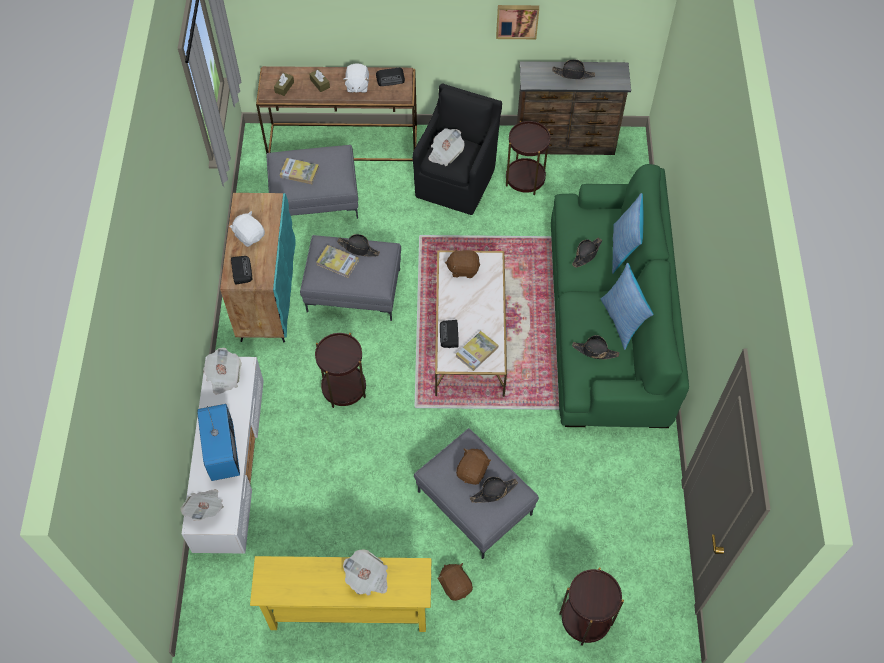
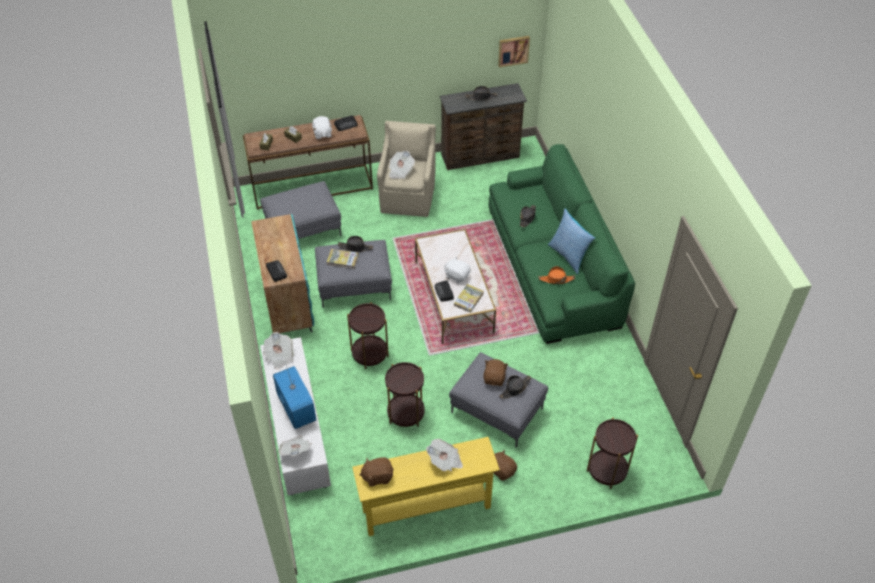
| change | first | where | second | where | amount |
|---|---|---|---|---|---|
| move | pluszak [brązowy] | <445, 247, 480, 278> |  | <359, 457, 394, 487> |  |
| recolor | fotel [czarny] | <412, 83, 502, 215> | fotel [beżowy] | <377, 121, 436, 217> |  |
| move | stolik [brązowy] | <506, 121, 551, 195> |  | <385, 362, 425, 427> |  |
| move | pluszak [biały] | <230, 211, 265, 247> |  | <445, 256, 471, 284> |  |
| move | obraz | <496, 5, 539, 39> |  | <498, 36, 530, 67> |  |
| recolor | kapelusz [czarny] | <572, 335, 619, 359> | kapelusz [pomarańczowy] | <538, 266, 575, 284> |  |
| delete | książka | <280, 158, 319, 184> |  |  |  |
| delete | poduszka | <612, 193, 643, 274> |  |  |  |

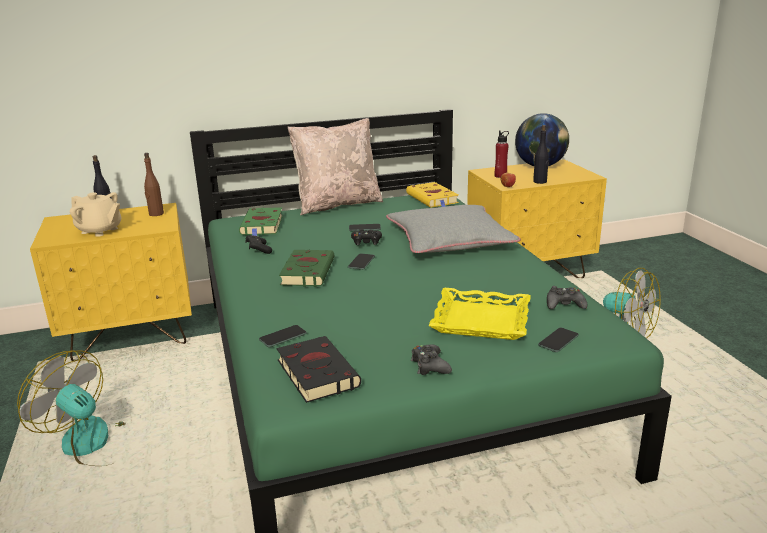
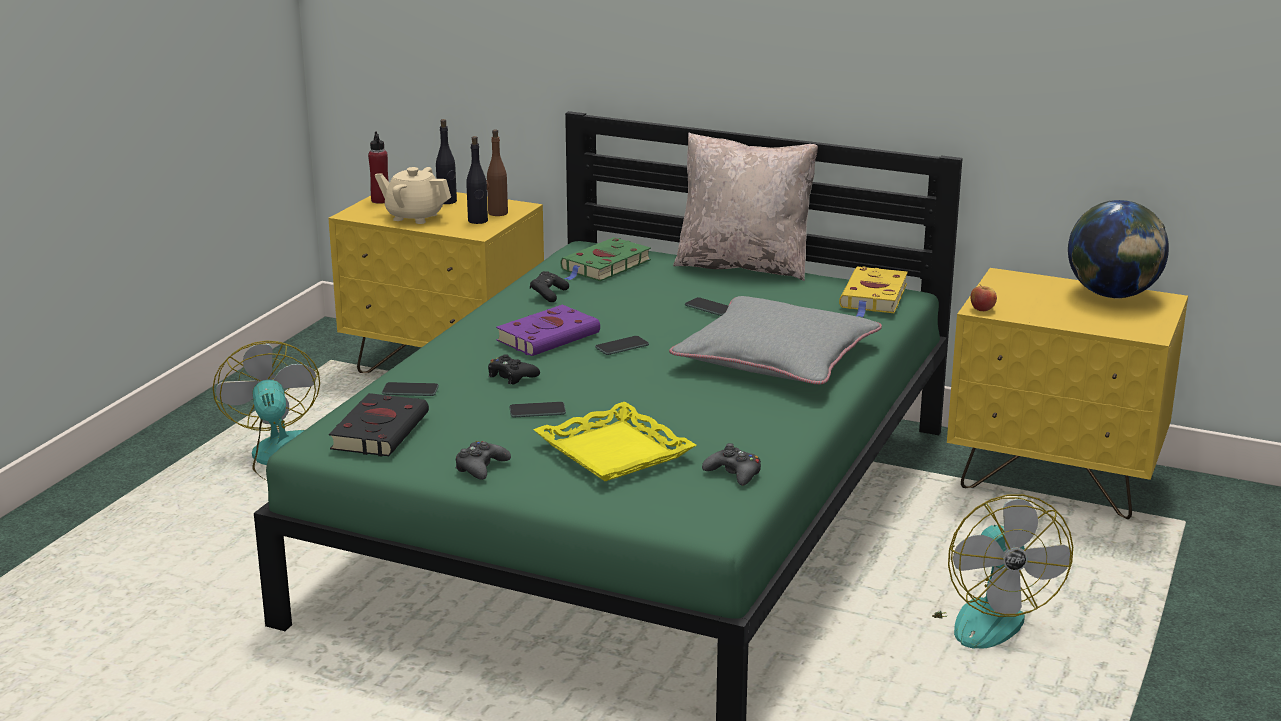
| change | first | where | second | where | amount |
|---|---|---|---|---|---|
| move | butelka [czerwony] | <495, 130, 509, 178> |  | <368, 131, 389, 204> |  |
| rotate | imbryk [beżowy] | <70, 192, 121, 237> |  | <375, 167, 451, 224> | 135 degrees clockwise |
| move | butelka [czarny] | <533, 125, 549, 184> |  | <466, 136, 488, 224> |  |
| move | pad do gier [czarny] | <351, 229, 382, 245> |  | <488, 354, 540, 385> |  |
| recolor | książka [zielony] | <279, 250, 334, 287> | książka [fioletowy] | <496, 305, 600, 356> |  |
| move | telefon | <538, 328, 579, 352> |  | <510, 402, 566, 417> |  |

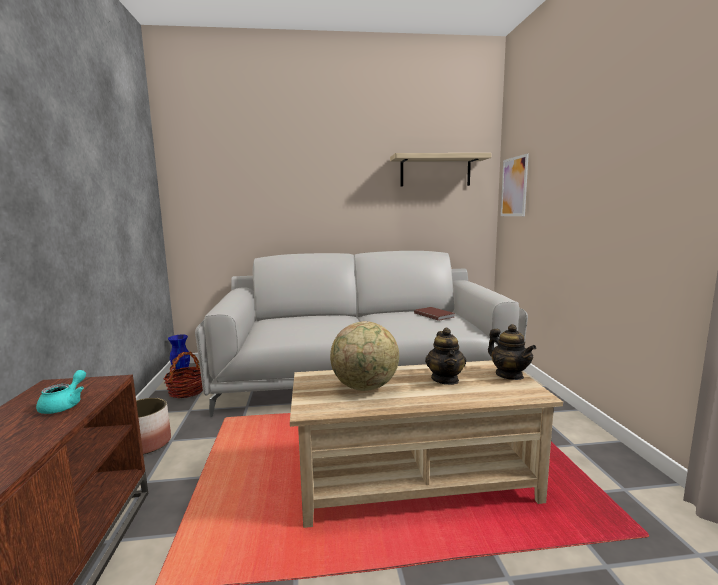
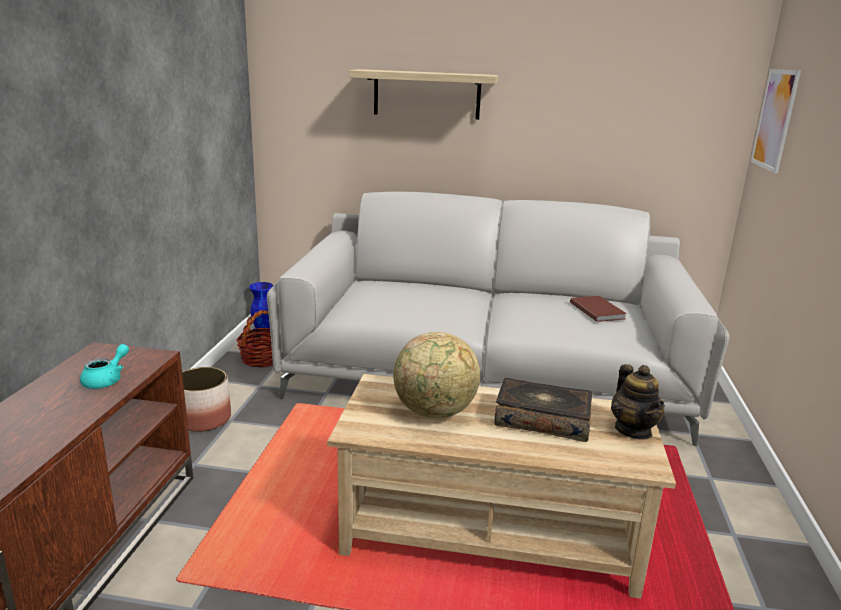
| change | first | where | second | where | amount |
|---|---|---|---|---|---|
| move | półka | <390, 153, 492, 186> |  | <349, 69, 498, 120> |  |
| replace | imbryk | <425, 328, 466, 385> | książka | <495, 378, 592, 442> |  |

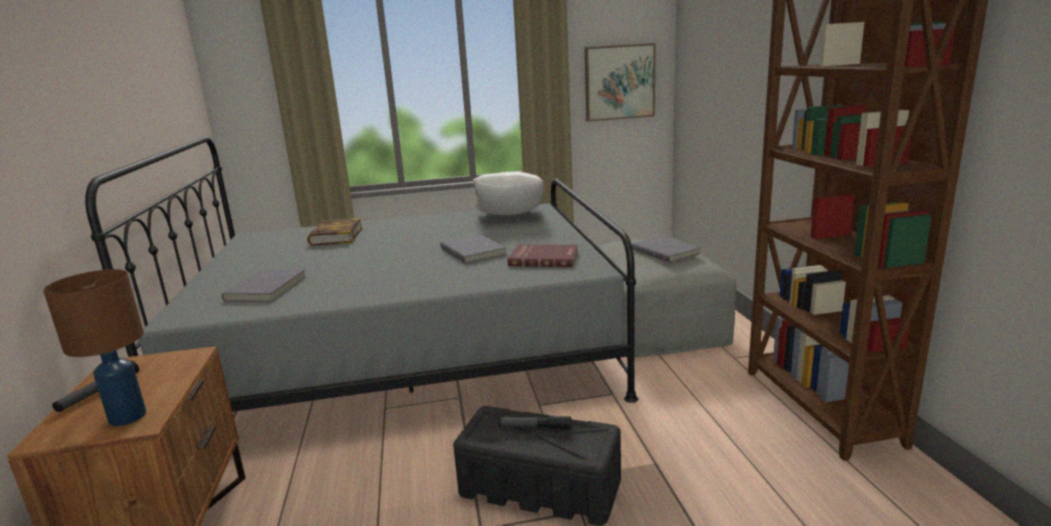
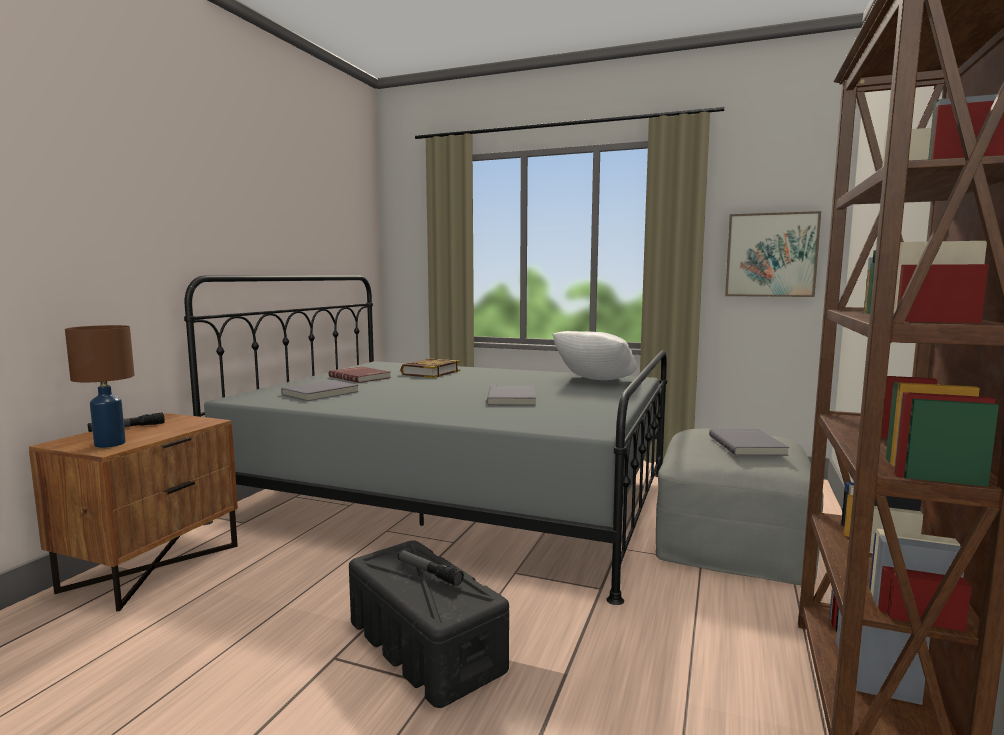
| change | first | where | second | where | amount |
|---|---|---|---|---|---|
| move | książka [czerwony] | <507, 244, 578, 267> |  | <329, 367, 391, 383> |  |

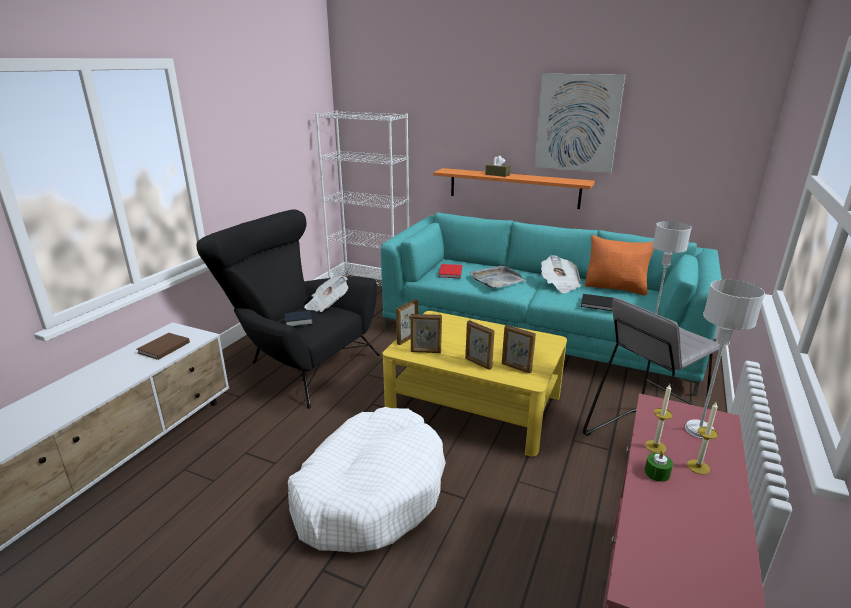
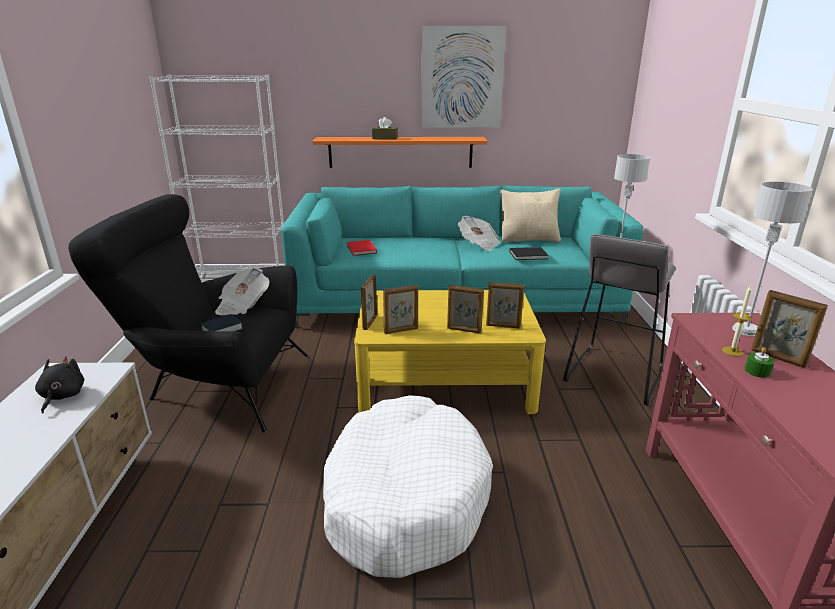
| change | first | where | second | where | amount |
|---|---|---|---|---|---|
| replace | książka [brązowy] | <137, 333, 190, 360> | pluszak [czarny] | <35, 356, 84, 414> |  |
| recolor | poduszka [pomarańczowy] | <585, 235, 654, 296> | poduszka [beżowy] | <500, 188, 561, 242> |  |
| replace | świeca | <687, 401, 718, 475> | ramka na zdjęcie | <751, 290, 828, 368> |  |
| delete | taca [szary] | <469, 266, 526, 288> |  |  |  |

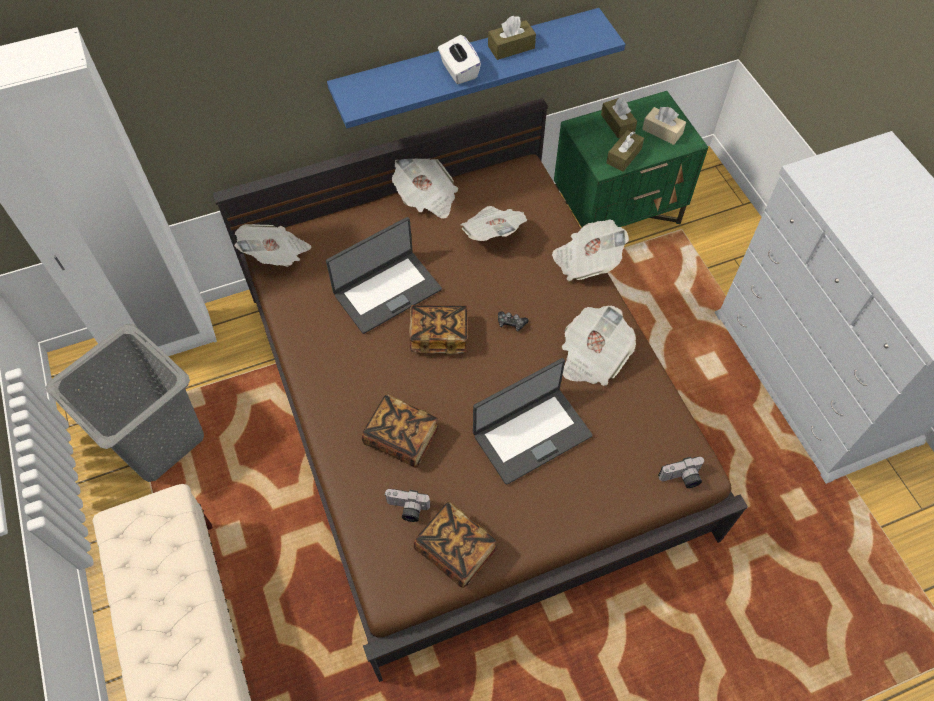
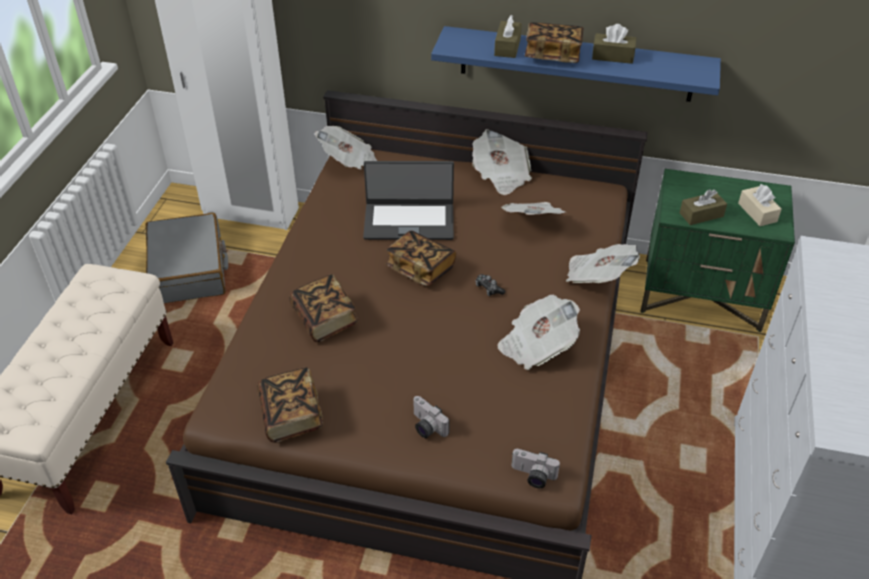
| change | first | where | second | where | amount |
|---|---|---|---|---|---|
| replace | kosz na pranie [szary] | <46, 324, 204, 482> | walizka [szary] | <146, 213, 228, 303> |  |
| move | aparat fotograficzny | <384, 489, 430, 522> |  | <413, 396, 450, 438> |  |
| move | pudełko chusteczek [brązowy] | <601, 98, 637, 138> |  | <494, 15, 522, 58> |  |
| replace | pudełko chusteczek [biały] | <438, 35, 481, 84> | książka | <525, 22, 584, 63> |  |
| delete | laptop | <473, 358, 593, 485> |  |  |  |

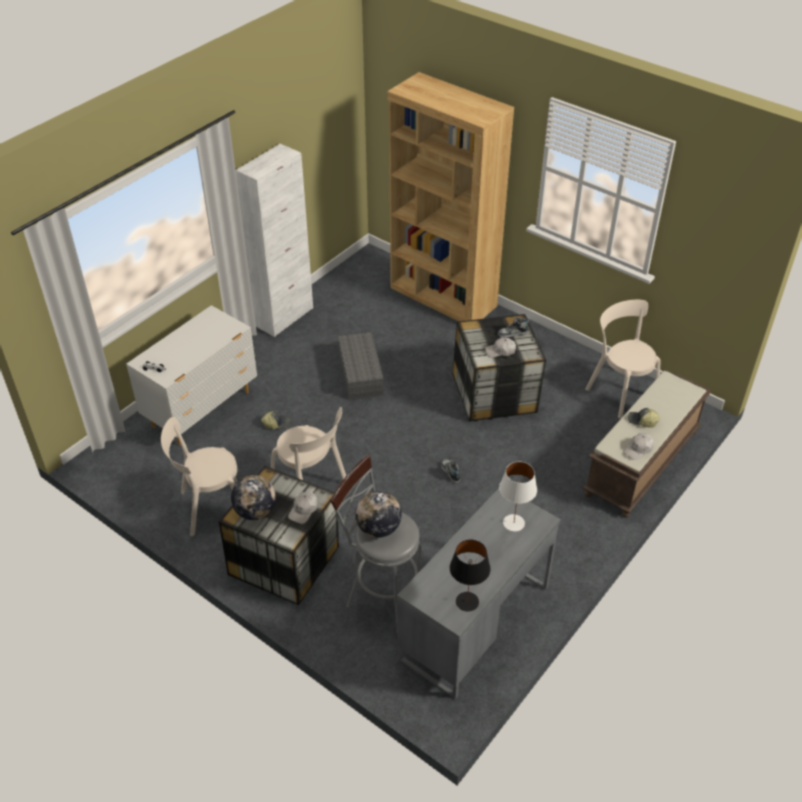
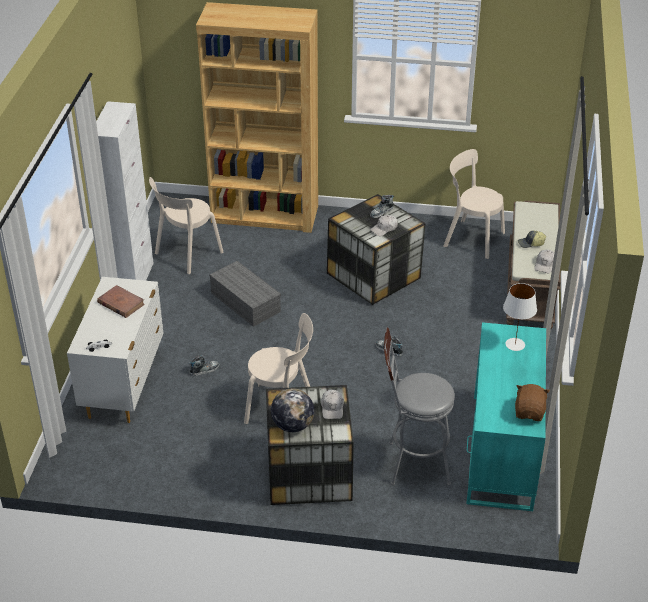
| change | first | where | second | where | amount |
|---|---|---|---|---|---|
| insert |  |  | książka [brązowy] | <97, 285, 145, 318> |  |
| move | krzesło [beżowy] | <161, 417, 237, 536> |  | <149, 177, 224, 274> |  |
| replace | czapka z daszkiem | <261, 411, 290, 429> | but | <189, 355, 219, 376> |  |
| recolor | biurko [szary] | <397, 488, 561, 699> | biurko [turkusowy] | <466, 322, 546, 511> |  |
| replace | lampa stołowa [czarny] | <450, 540, 490, 612> | pluszak [brązowy] | <515, 384, 550, 421> |  |
| delete | globus | <355, 491, 402, 538> |  |  |  |

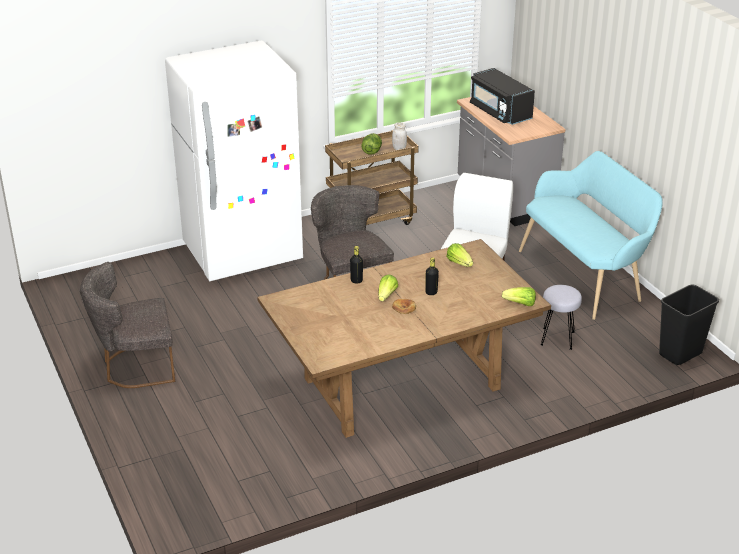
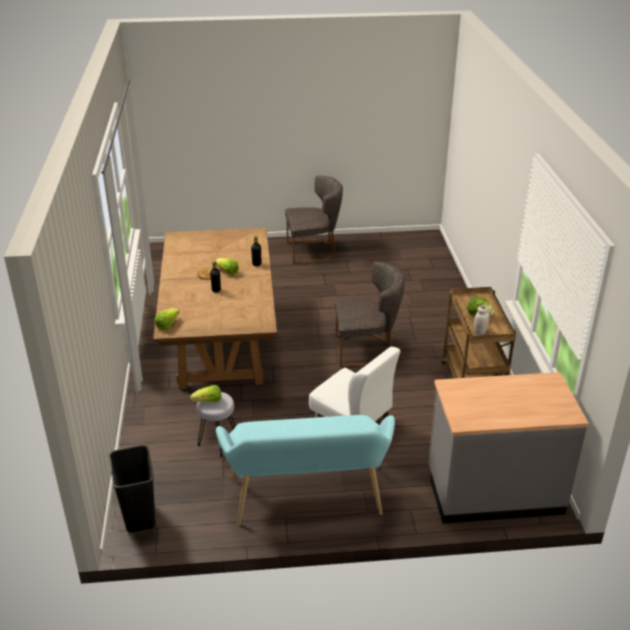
| change | first | where | second | where | amount |
|---|---|---|---|---|---|
| move | sałata | <446, 243, 473, 267> |  | <190, 385, 221, 402> |  |
| rotate | krzesło [szary] | <80, 262, 175, 388> |  | <285, 175, 343, 264> | 75 degrees clockwise |
| delete | lodówka [biały] | <165, 41, 303, 281> |  |  |  |
| delete | mikrofalówka [czarny] | <470, 68, 535, 125> |  |  |  |

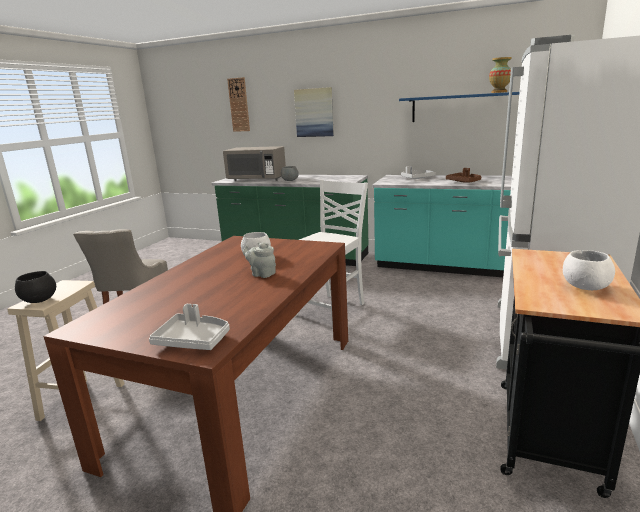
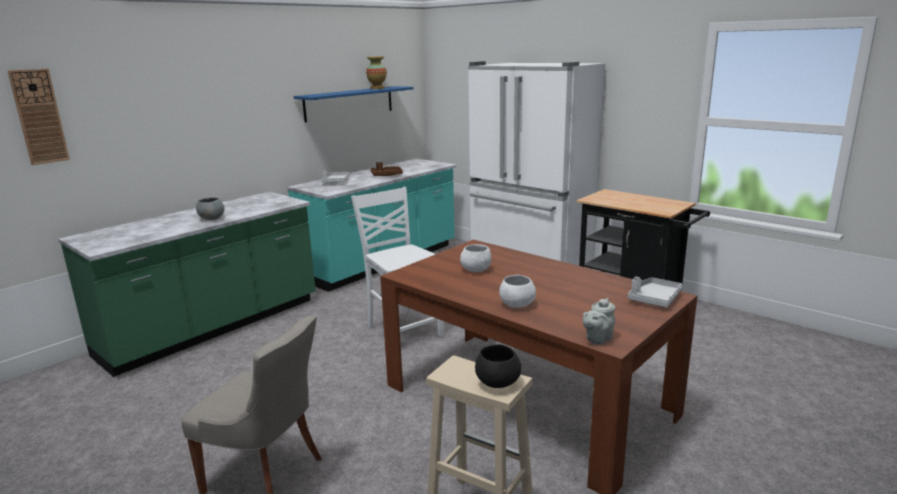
| change | first | where | second | where | amount |
|---|---|---|---|---|---|
| move | miska [biały] | <563, 250, 615, 290> |  | <499, 275, 536, 308> |  |
| move | imbryk [szary] | <243, 242, 276, 278> |  | <583, 298, 615, 345> |  |
| delete | mikrofalówka [szary] | <223, 146, 286, 181> |  |  |  |
| delete | obraz | <294, 87, 334, 137> |  |  |  |

